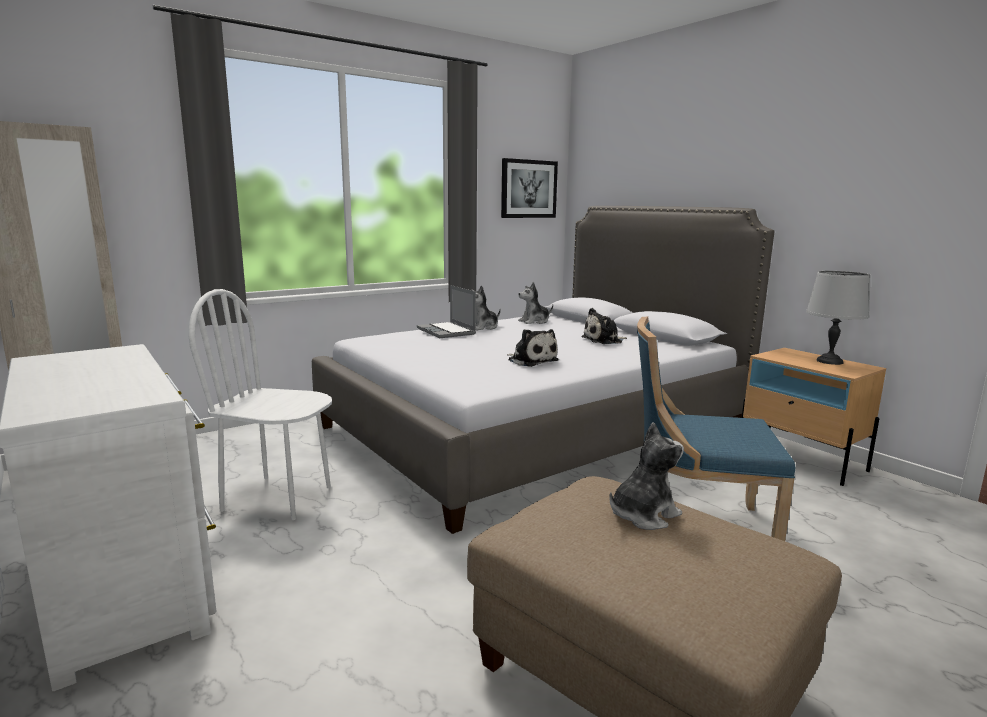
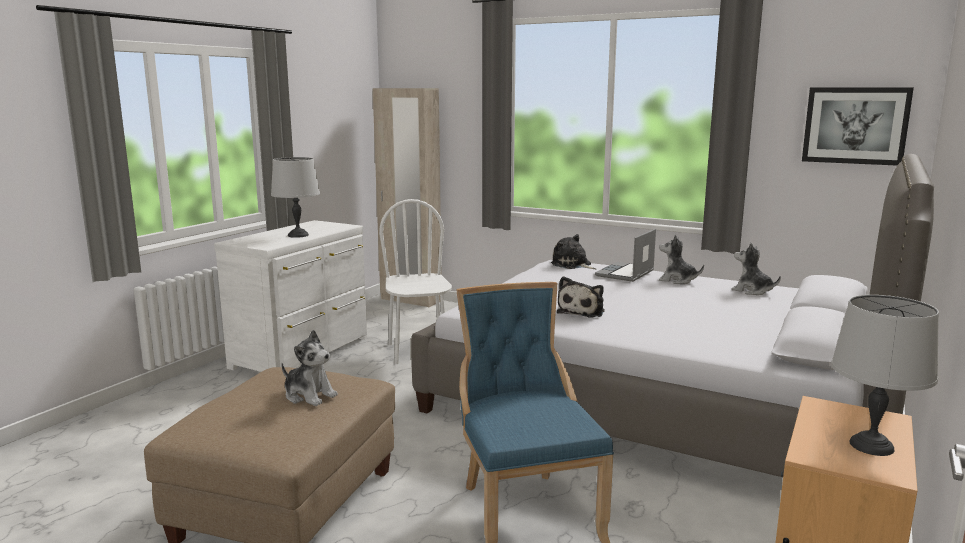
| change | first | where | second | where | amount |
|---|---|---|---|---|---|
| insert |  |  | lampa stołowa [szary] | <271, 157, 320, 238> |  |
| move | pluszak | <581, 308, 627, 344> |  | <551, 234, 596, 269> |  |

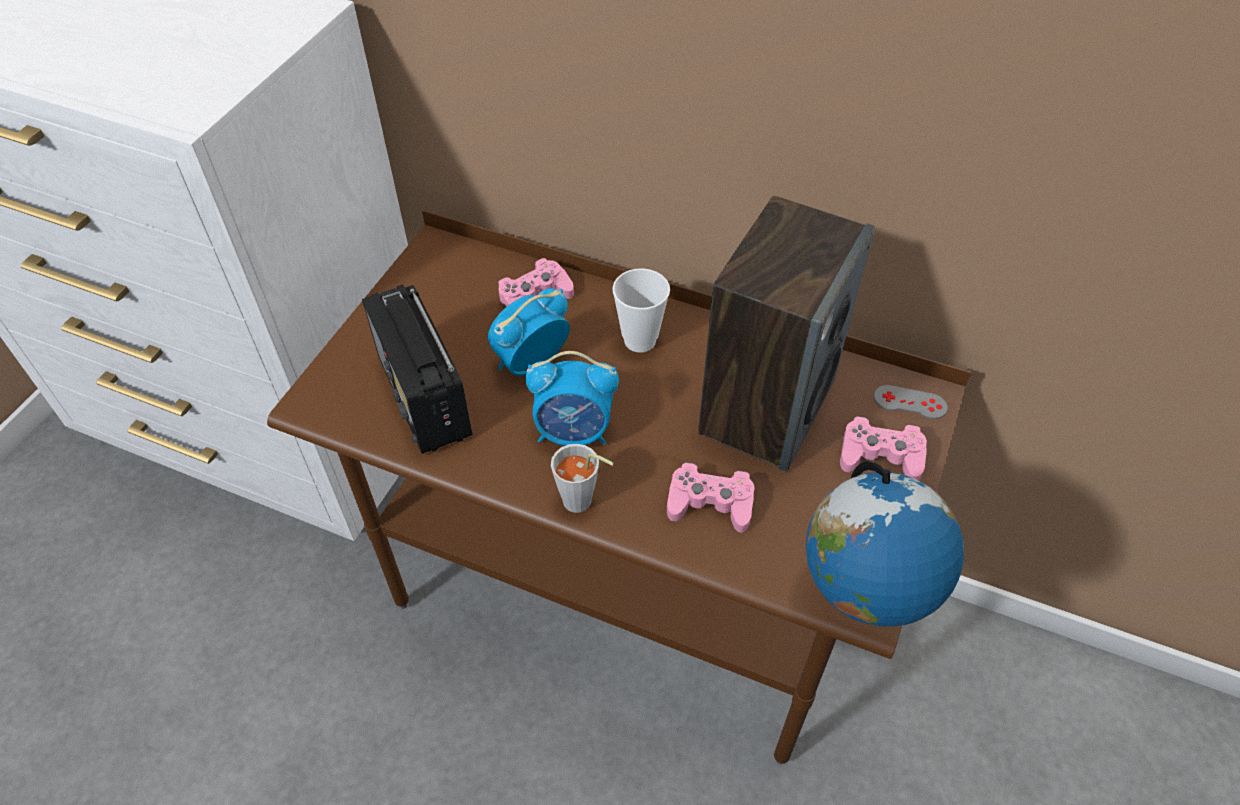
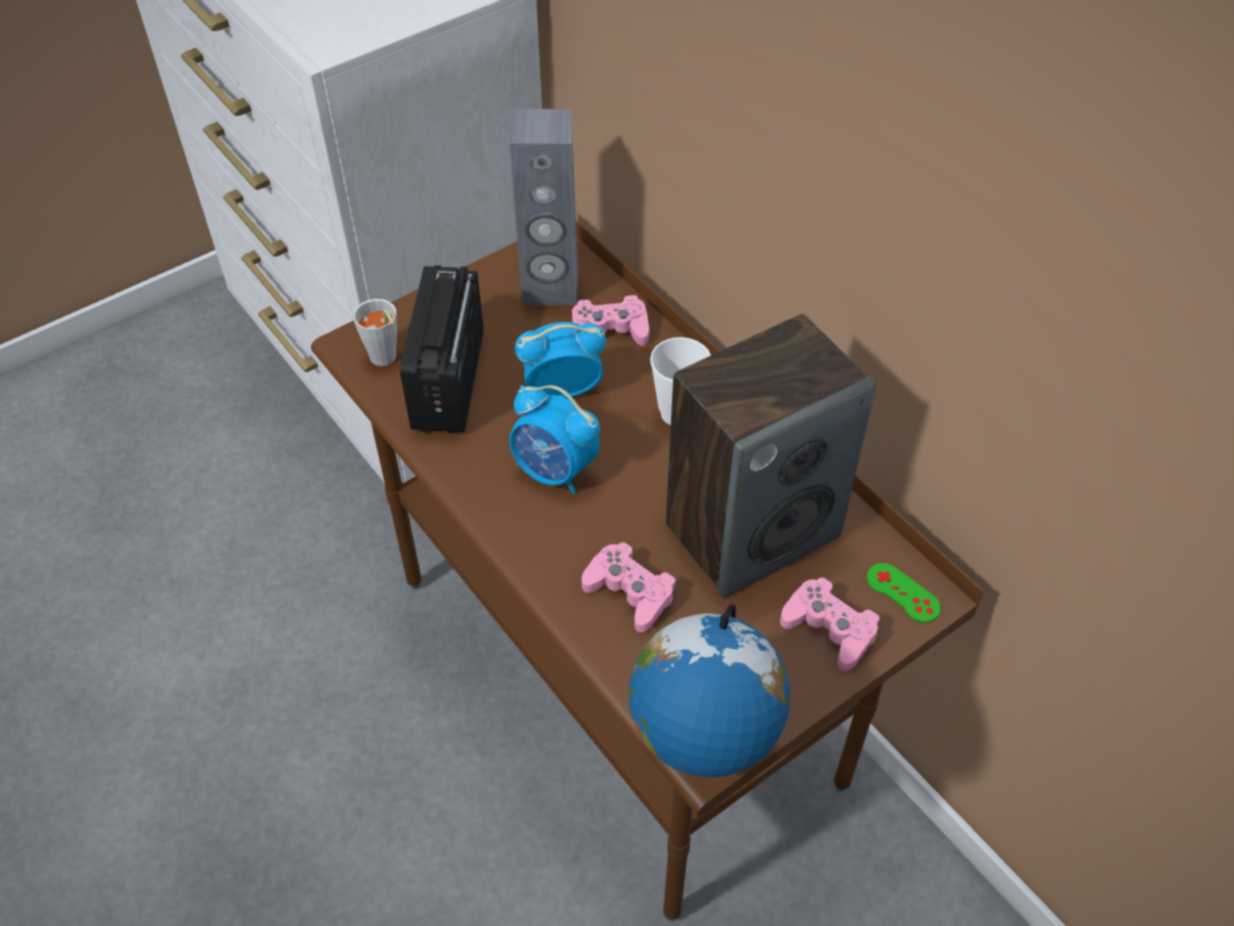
| change | first | where | second | where | amount |
|---|---|---|---|---|---|
| move | filiżanka [szary] | <551, 444, 614, 513> |  | <353, 299, 397, 366> |  |
| insert |  |  | głośnik [szary] | <510, 109, 578, 305> |  |
| recolor | pad do gier [szary] | <874, 385, 948, 419> | pad do gier [zielony] | <867, 563, 941, 623> |  |

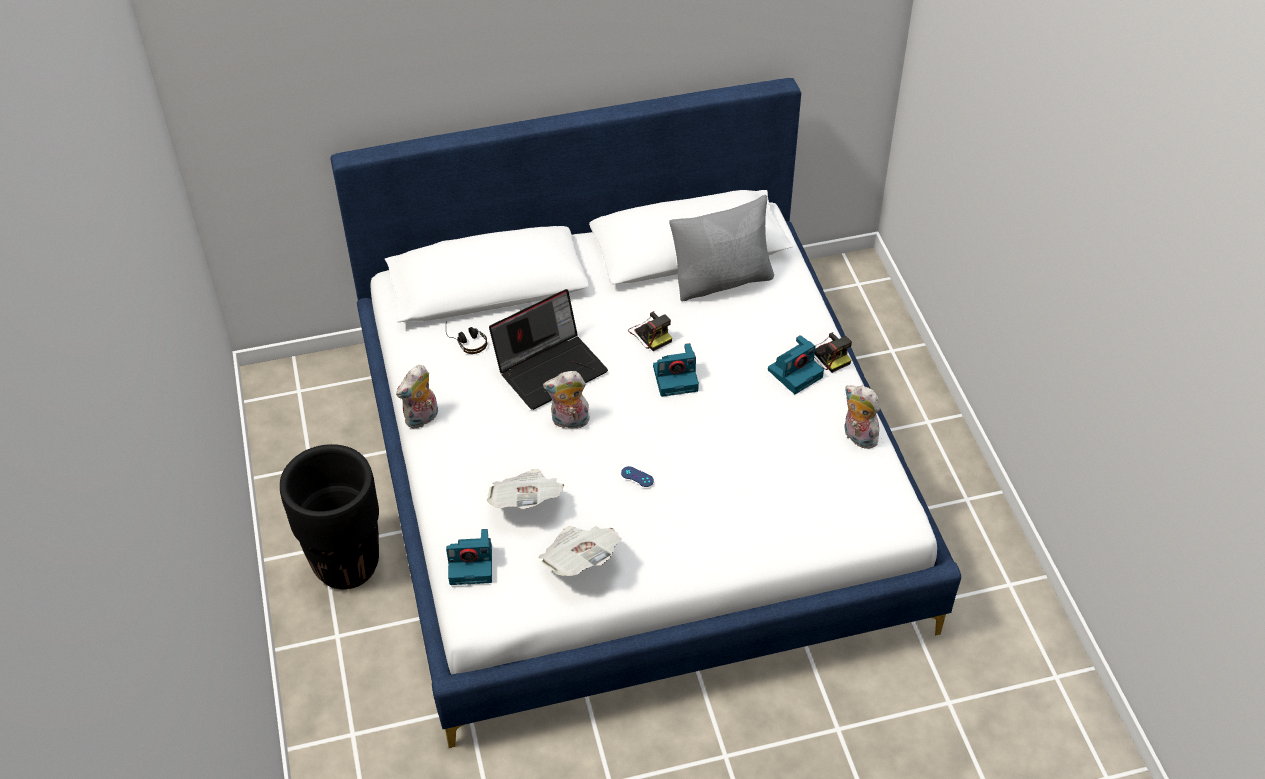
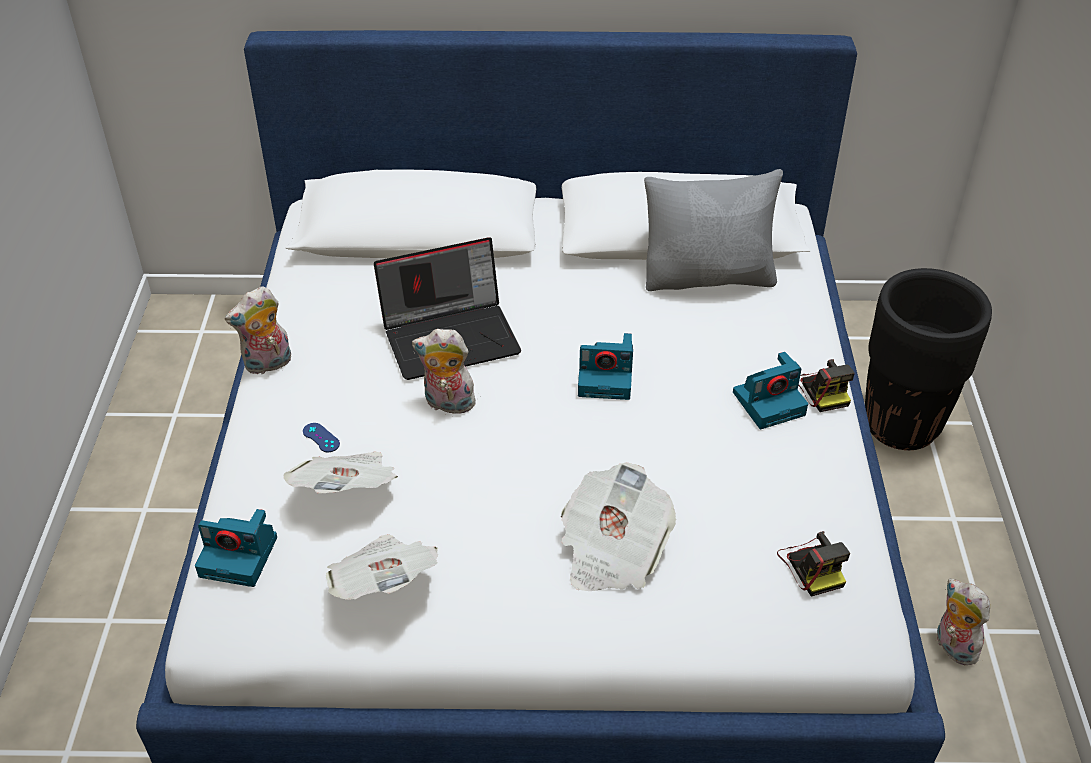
| change | first | where | second | where | amount |
|---|---|---|---|---|---|
| move | pad do gier [niebieski] | <621, 466, 654, 487> |  | <303, 423, 340, 452> |  |
| insert |  |  | gazeta | <561, 463, 676, 591> |  |
| move | aparat fotograficzny | <628, 311, 672, 351> |  | <777, 531, 850, 597> |  |
| move | donica [czarny] | <280, 444, 379, 589> |  | <865, 268, 992, 450> |  |
| move | pluszak | <845, 385, 880, 449> |  | <937, 579, 990, 665> |  |
| delete | słuchawki | <446, 321, 487, 354> |  |  |  |

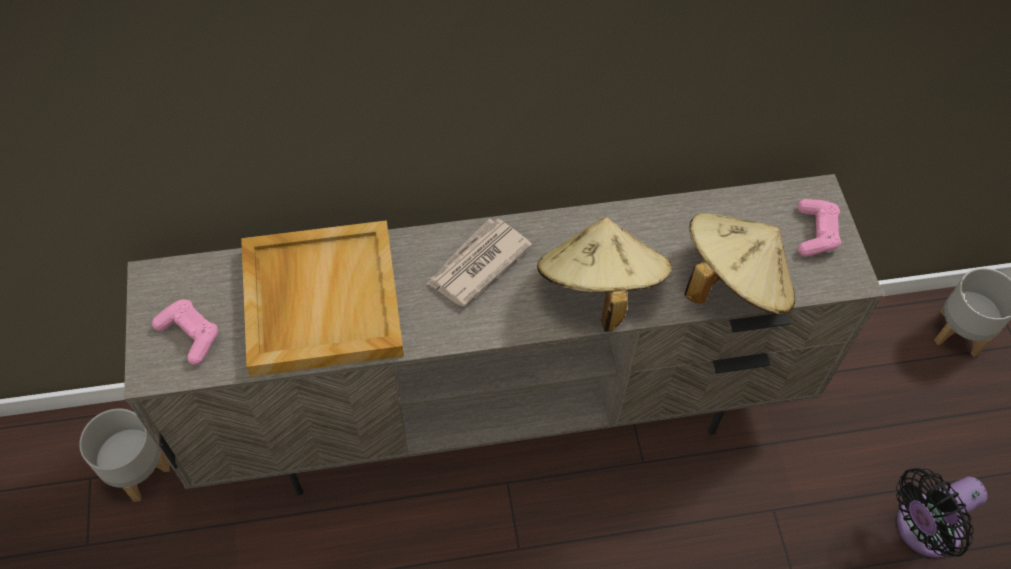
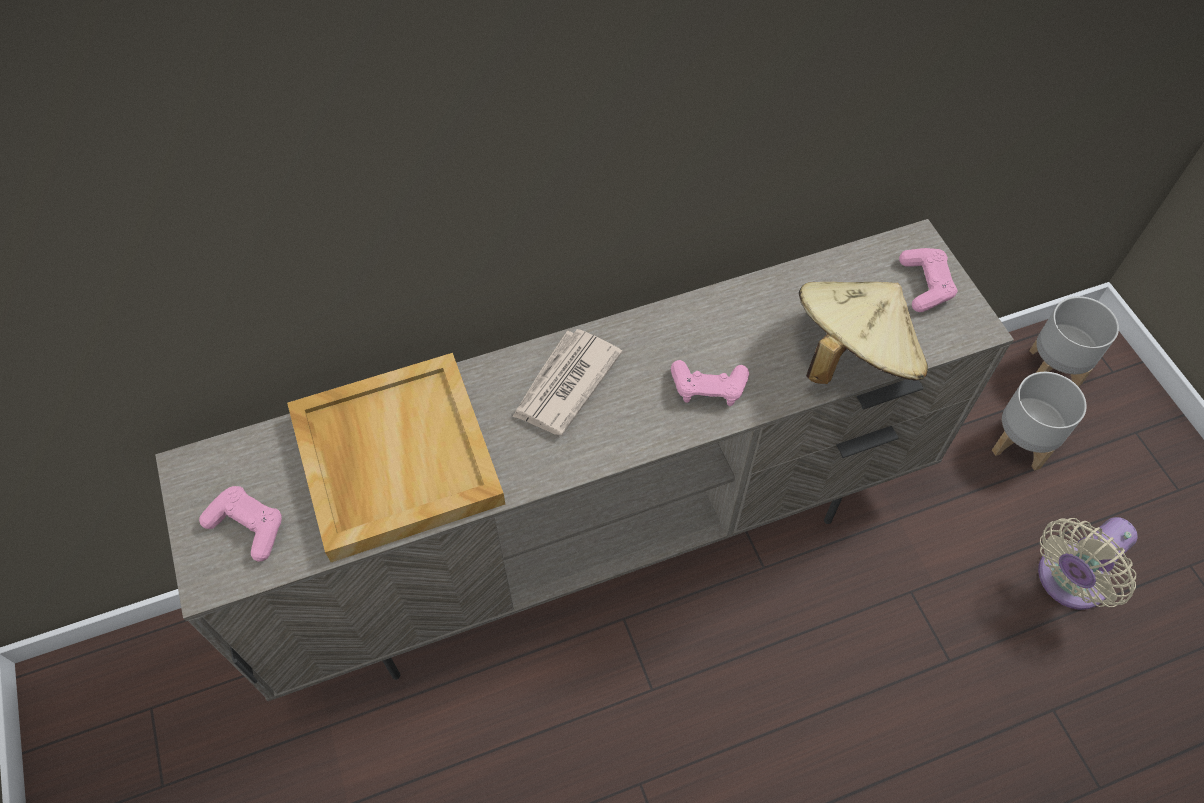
| change | first | where | second | where | amount |
|---|---|---|---|---|---|
| replace | kapelusz [beżowy] | <537, 217, 672, 332> | pad do gier [różowy] | <671, 360, 749, 406> |  |
| move | donica [szary] | <79, 408, 170, 502> |  | <992, 372, 1087, 471> |  |
| recolor | wentylator [czarny] | <896, 468, 988, 558> | wentylator [beżowy] | <1038, 517, 1138, 610> |  |

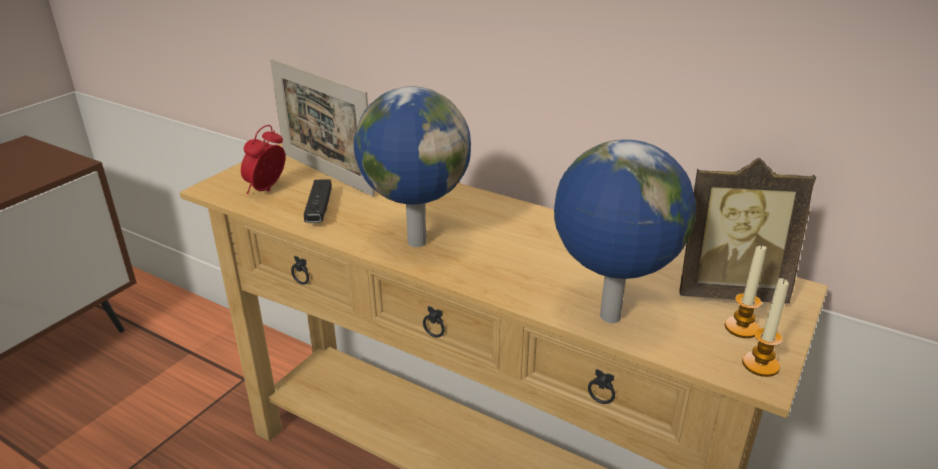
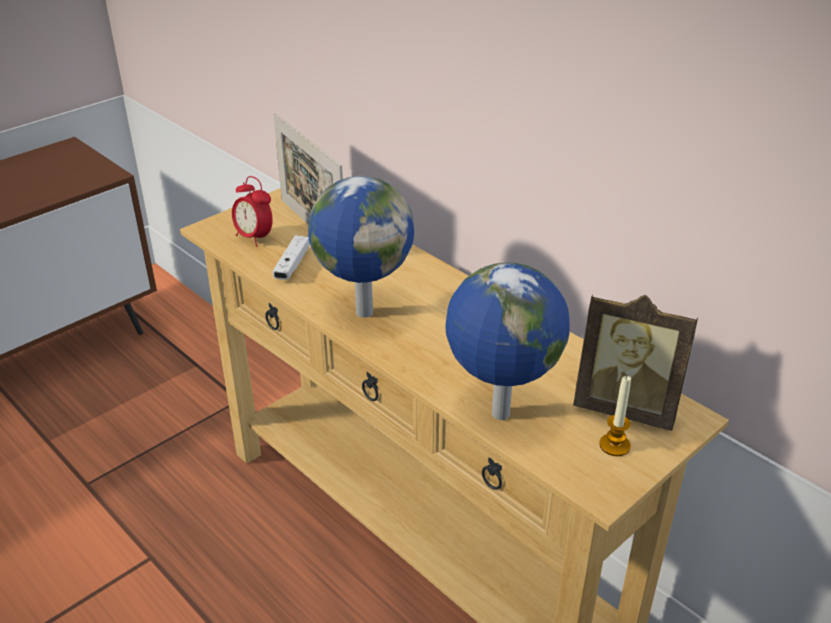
| change | first | where | second | where | amount |
|---|---|---|---|---|---|
| rotate | budzik | <241, 125, 285, 194> |  | <232, 176, 273, 247> | 90 degrees counterclockwise |
| recolor | pad do gier [czarny] | <304, 179, 332, 223> | pad do gier [biały] | <273, 235, 310, 280> |  |
| delete | świeca | <742, 278, 789, 377> |  |  |  |

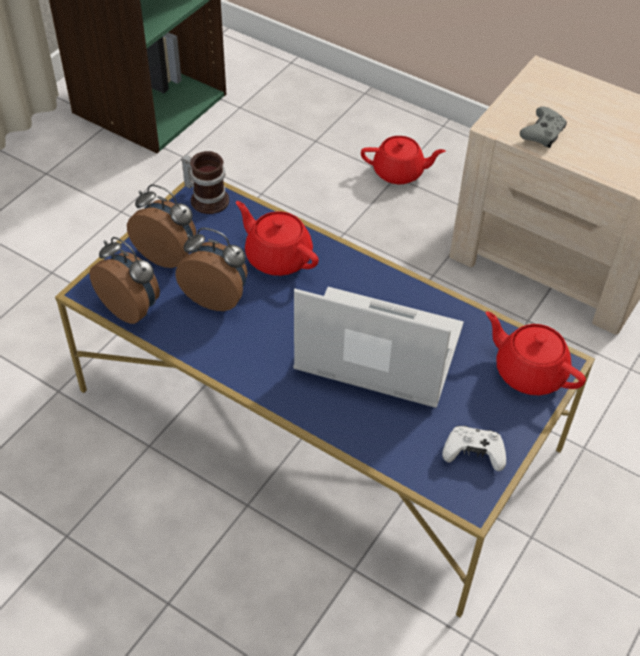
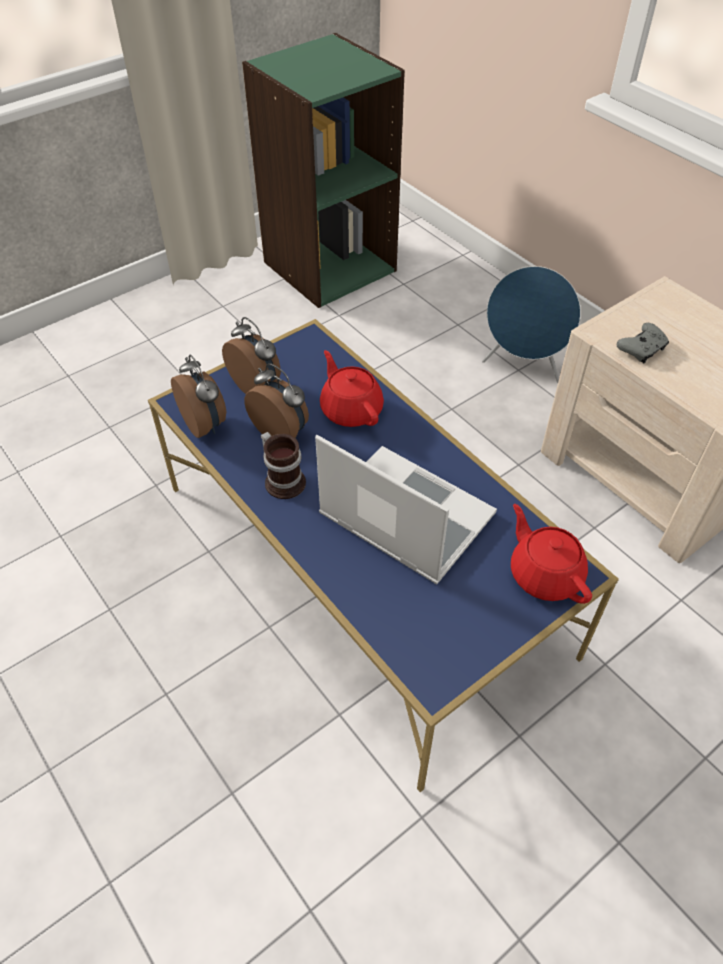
| change | first | where | second | where | amount |
|---|---|---|---|---|---|
| move | kubek | <181, 151, 229, 214> |  | <261, 432, 306, 499> |  |
| replace | imbryk [czerwony] | <361, 136, 445, 184> | głośnik [niebieski] | <482, 266, 581, 383> |  |
| delete | pad do gier [biały] | <442, 426, 506, 471> |  |  |  |

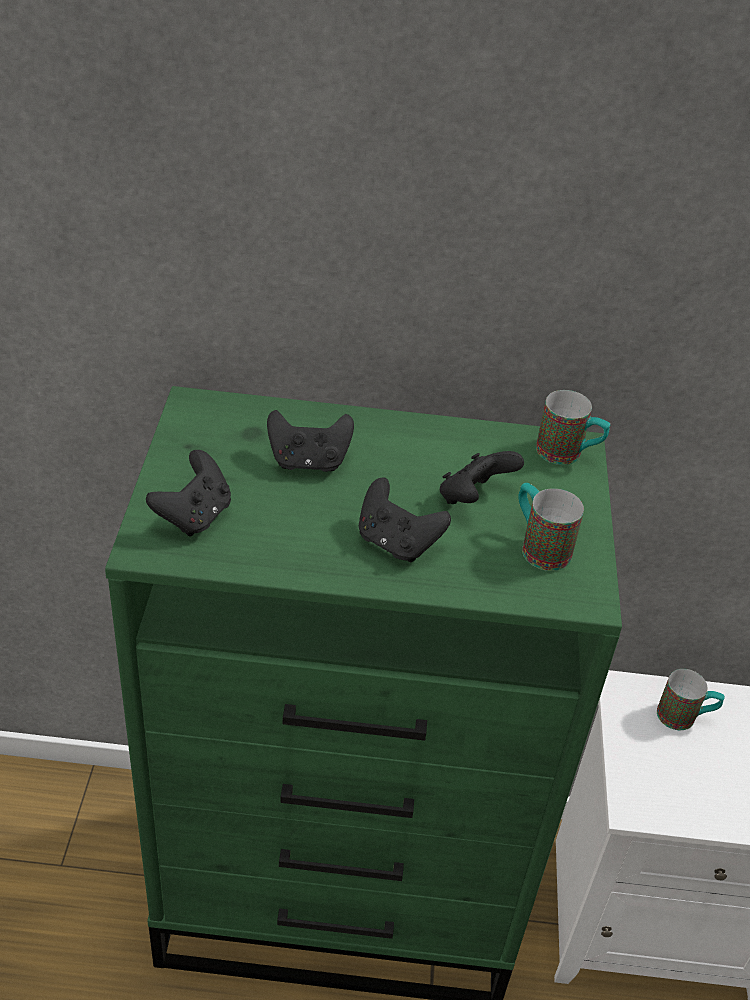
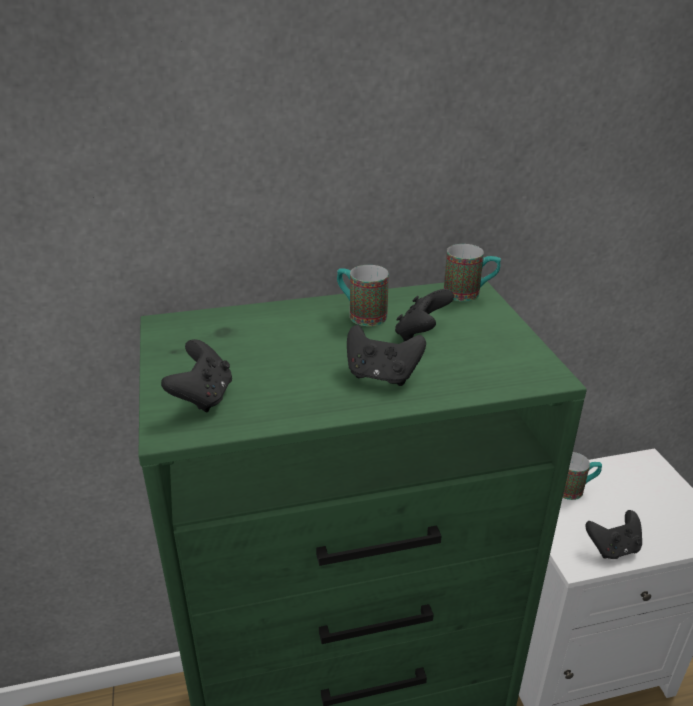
| change | first | where | second | where | amount |
|---|---|---|---|---|---|
| move | kubek | <518, 483, 584, 571> |  | <337, 265, 389, 326> |  |
| move | pad do gier [czarny] | <267, 410, 354, 472> |  | <585, 510, 642, 559> |  |

